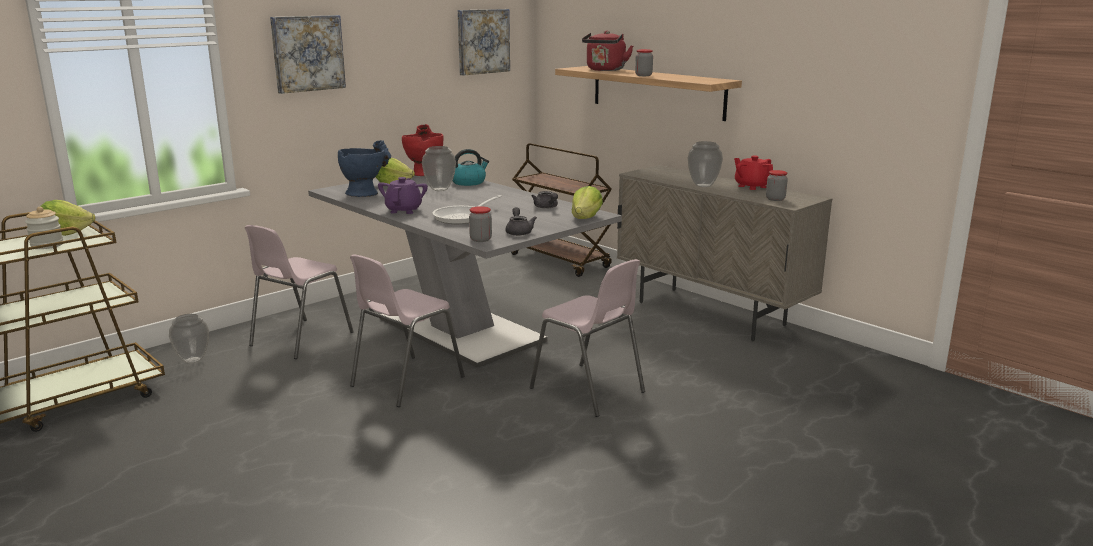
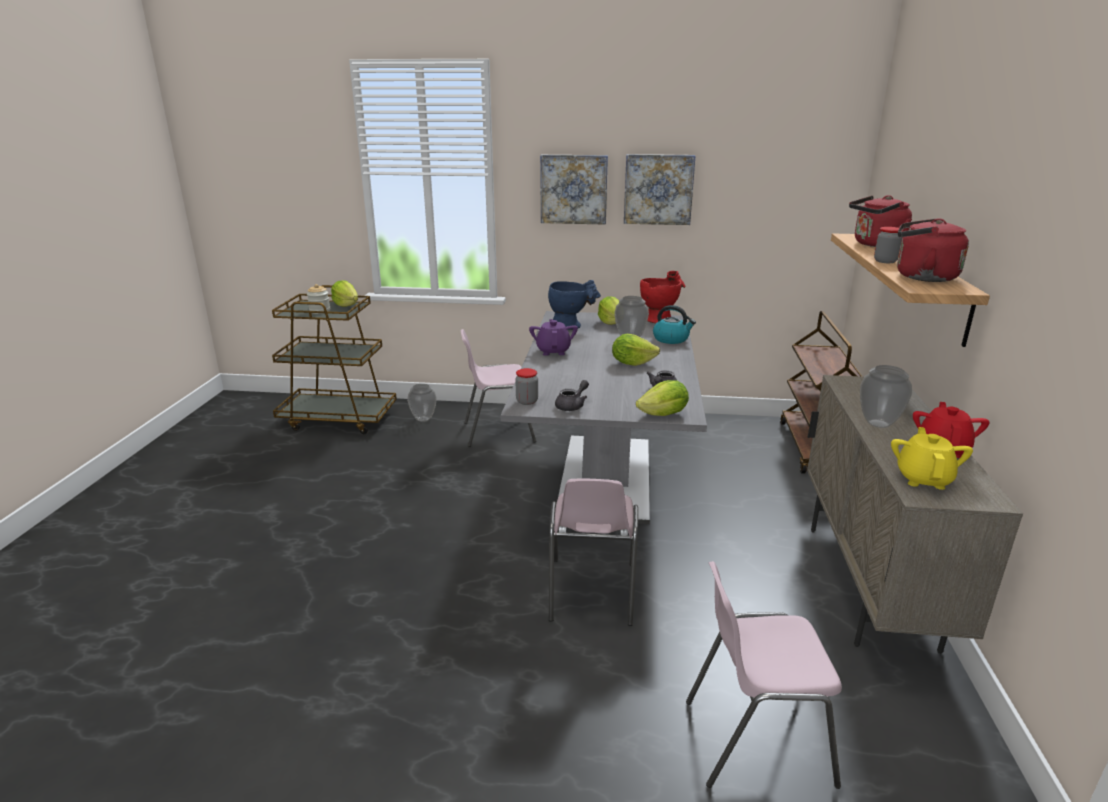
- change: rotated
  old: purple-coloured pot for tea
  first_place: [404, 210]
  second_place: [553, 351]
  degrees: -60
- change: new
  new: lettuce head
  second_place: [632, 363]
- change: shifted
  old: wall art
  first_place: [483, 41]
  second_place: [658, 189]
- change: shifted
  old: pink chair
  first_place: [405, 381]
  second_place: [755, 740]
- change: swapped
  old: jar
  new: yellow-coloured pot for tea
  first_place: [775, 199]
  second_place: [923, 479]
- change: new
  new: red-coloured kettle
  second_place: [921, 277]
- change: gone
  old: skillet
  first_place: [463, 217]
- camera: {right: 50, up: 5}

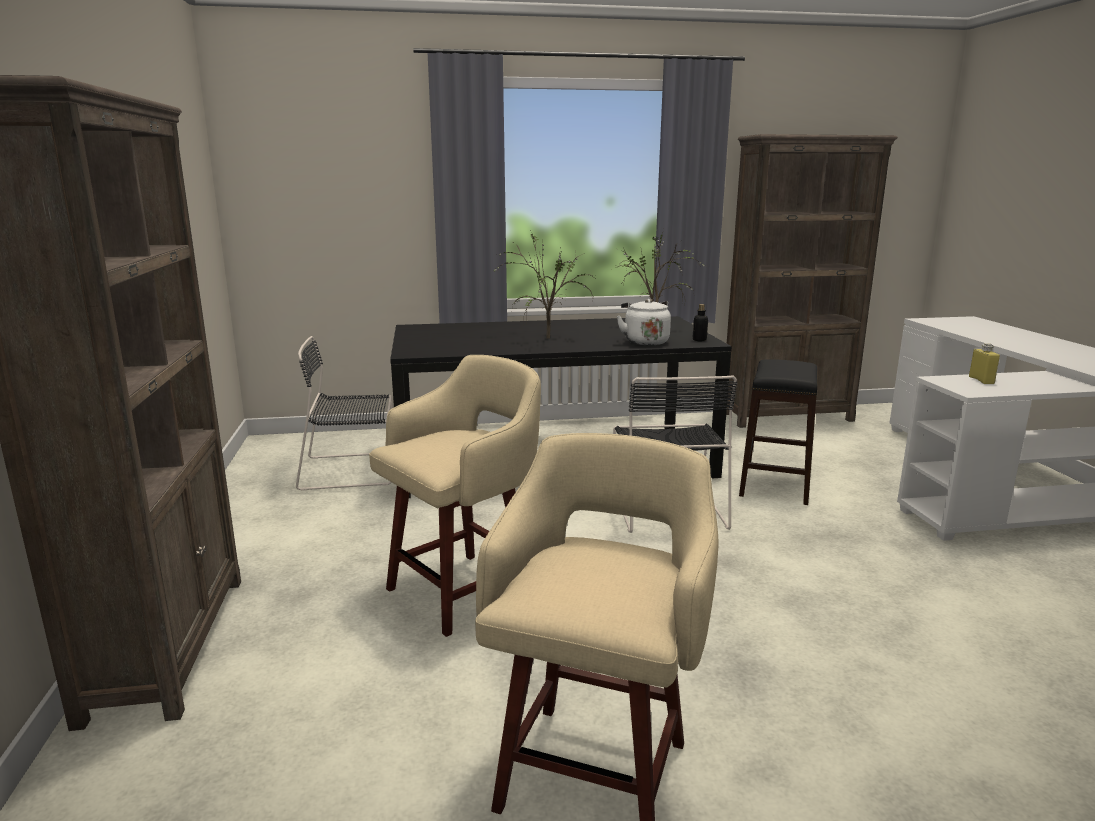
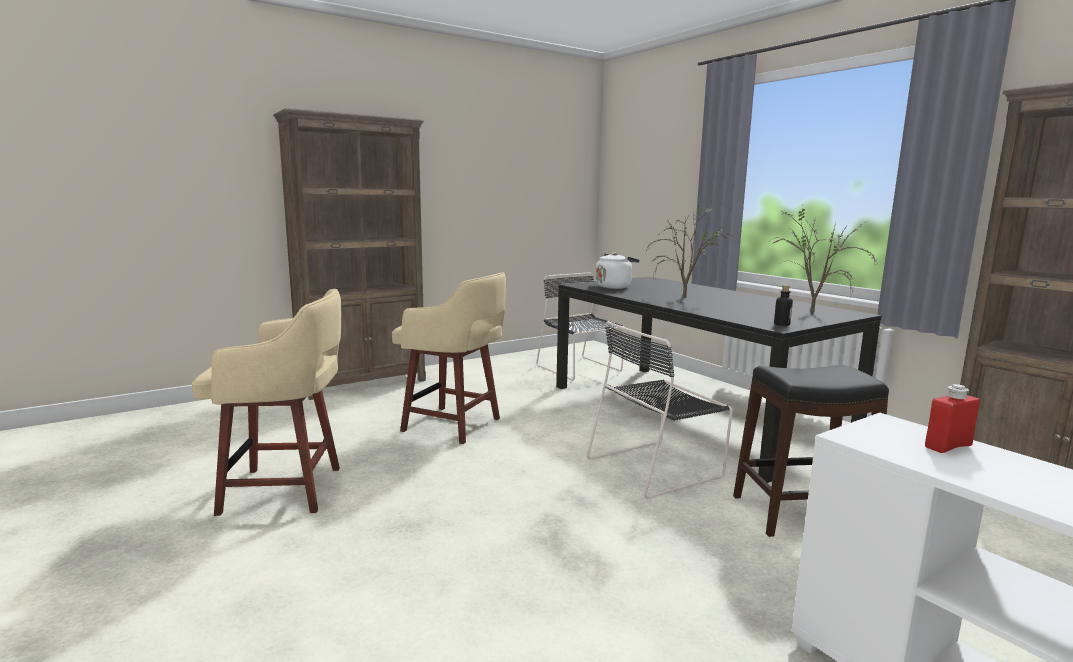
- change: shifted
  old: white kettle
  first_place: [645, 342]
  second_place: [614, 287]
- change: repainted
  old: yellow-coloured drink bottle
  new: red-coloured drink bottle
  first_place: [981, 380]
  second_place: [948, 446]
- camera: {right: 65, up: -5}

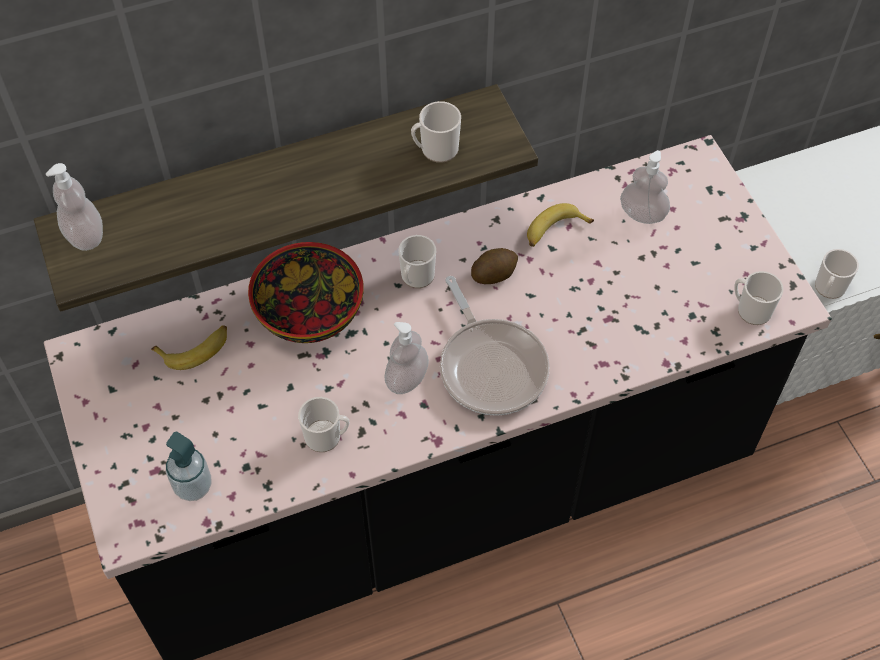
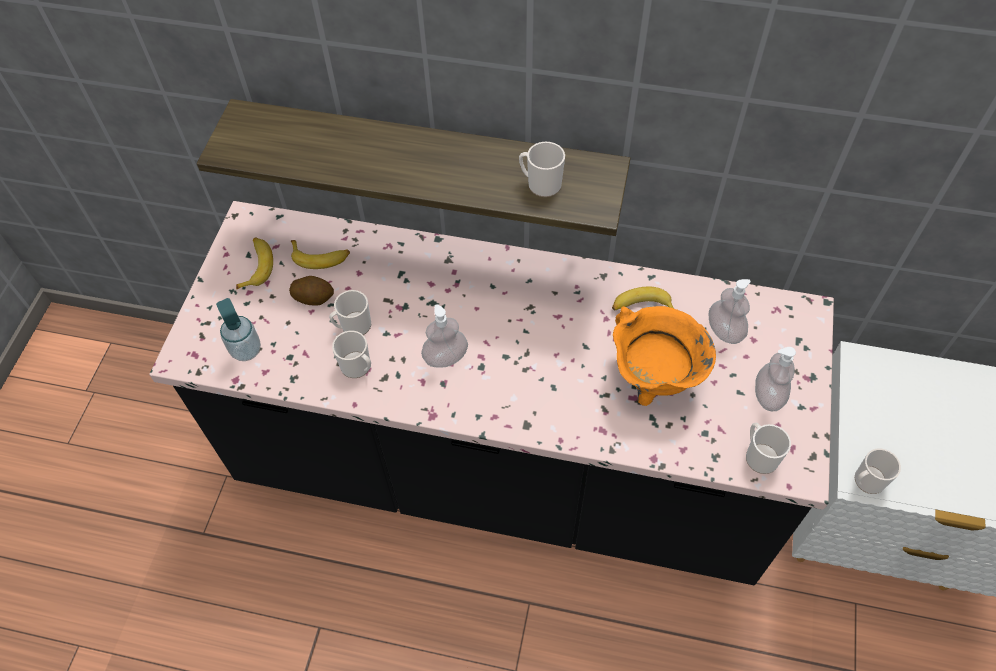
- change: new
  new: banana
  second_place: [256, 266]
- change: shifted
  old: whole potato
  first_place: [494, 274]
  second_place: [314, 297]
- change: shifted
  old: coffee mug
  first_place: [416, 278]
  second_place: [353, 326]
- change: new
  new: orange-coloured stockpot
  second_place: [653, 380]
- change: shifted
  old: soap bottle
  first_place: [85, 235]
  second_place: [768, 395]
- change: gone
  old: serving bowl
  first_place: [308, 311]
- change: gone
  old: skillet
  first_place: [491, 366]
- camera: {right: 35, up: 0}

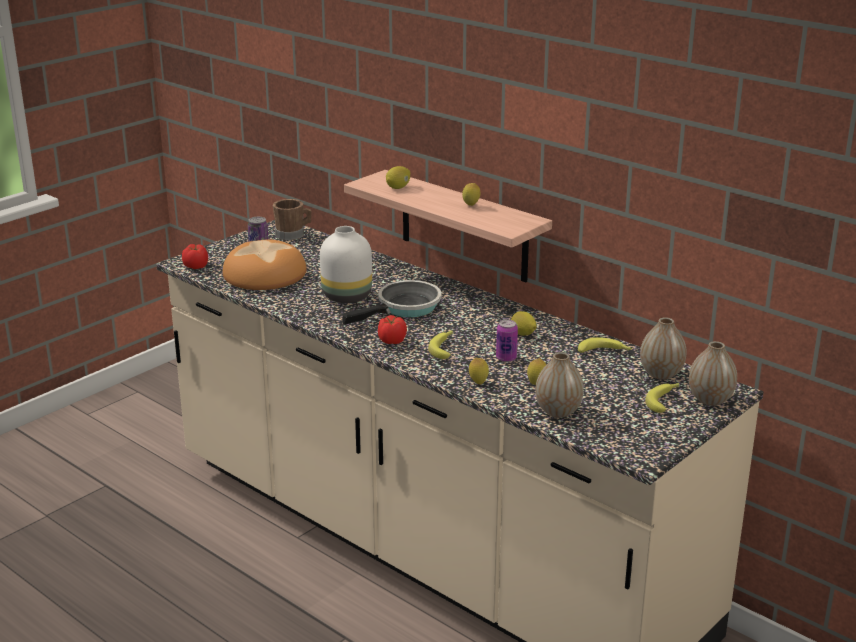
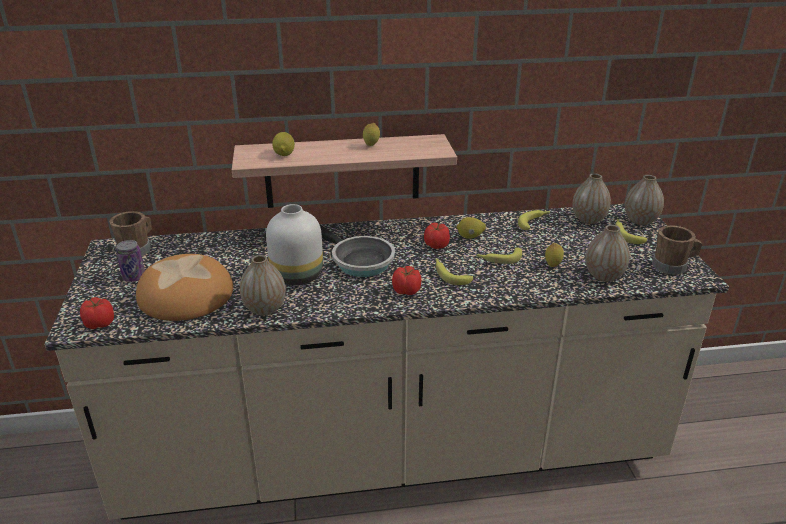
- change: new
  new: flower vase
  second_place: [265, 309]
- change: rotated
  old: skillet
  first_place: [405, 308]
  second_place: [358, 261]
  degrees: 135
- change: new
  new: tomato
  second_place: [436, 246]
- change: swapped
  old: sealed can
  new: banana
  first_place: [506, 358]
  second_place: [499, 259]
- change: new
  new: brown coffee mug
  second_place: [673, 266]
- change: gone
  old: lemon
  first_place: [478, 382]
- camera: {right: -50, up: 5}

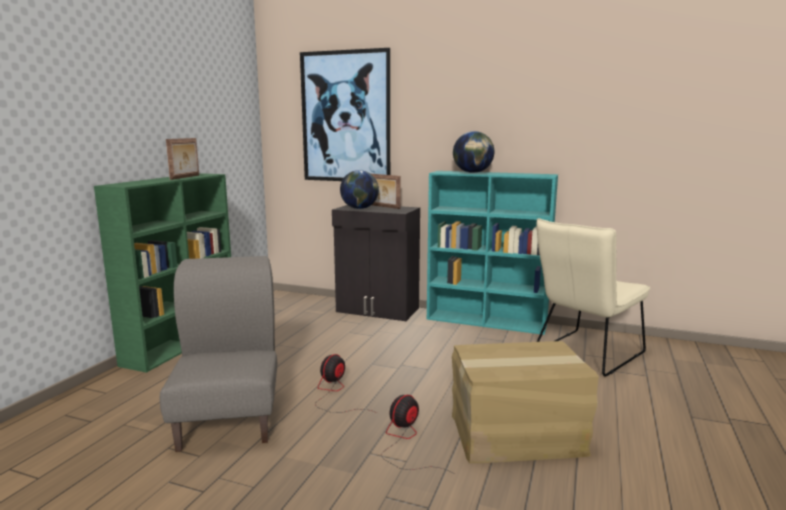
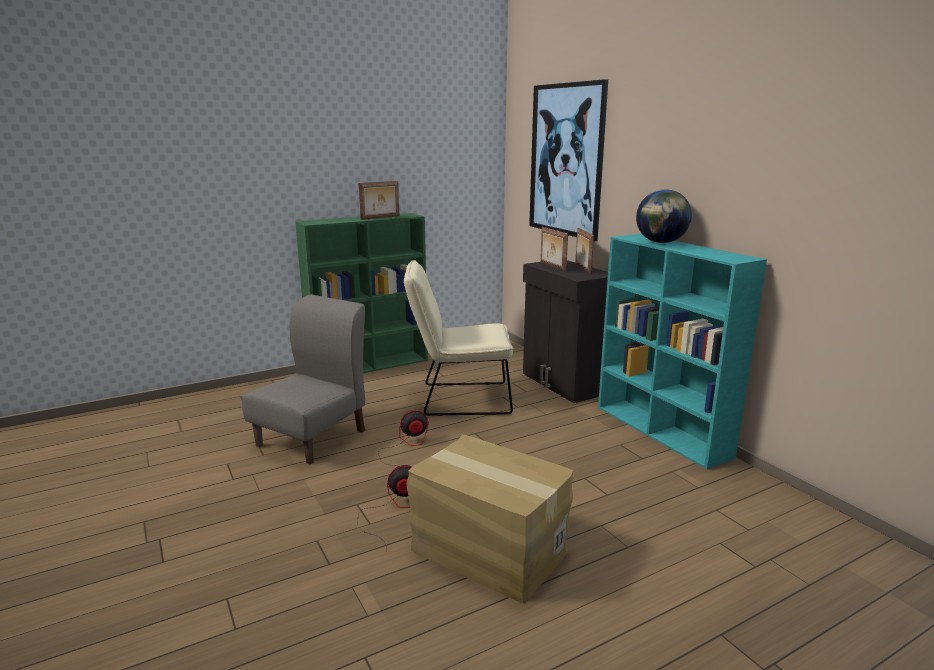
- change: shifted
  old: beige chair
  first_place: [584, 354]
  second_place: [458, 399]
- change: swapped
  old: globe
  new: picture frame
  first_place: [360, 208]
  second_place: [552, 267]
- camera: {right: 40, up: 5}

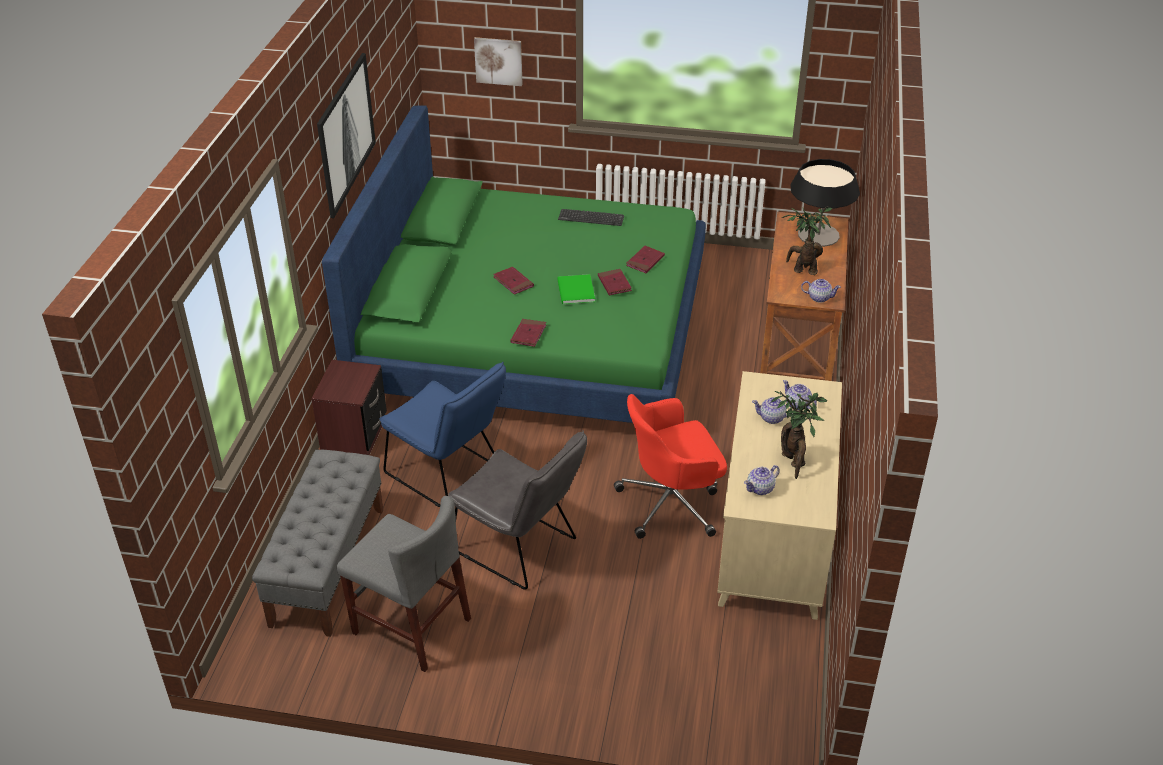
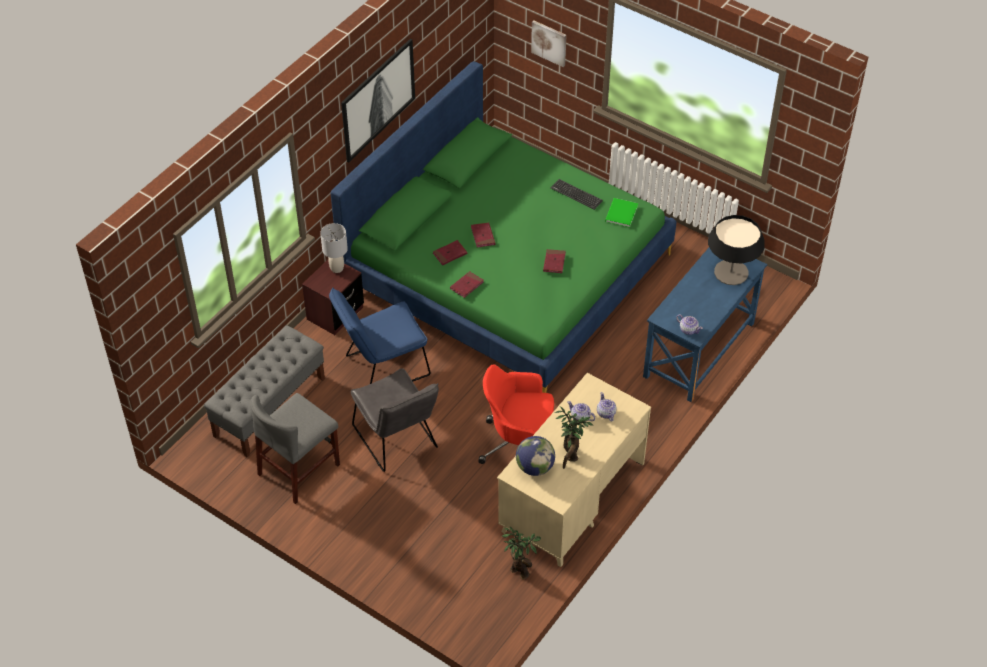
- change: rotated
  old: gray chair
  first_place: [411, 626]
  second_place: [299, 469]
  degrees: 75
- change: new
  new: gray lamp for a table
  second_place: [336, 268]
- change: rotated
  old: blue-coloured chair
  first_place: [449, 475]
  second_place: [382, 367]
  degrees: 90
- change: shifted
  old: red-coloured bound book
  first_place: [645, 261]
  second_place: [450, 254]
- change: shifted
  old: potted plant
  first_place: [802, 270]
  second_place: [518, 570]
- change: swapped
  old: pot for tea
  new: globe
  first_place: [761, 488]
  second_place: [535, 467]
- change: shifted
  old: greenish bound book
  first_place: [575, 291]
  second_place: [620, 214]
- change: repainted
  old: brown desk
  new: blue-coloured desk
  first_place: [798, 346]
  second_place: [699, 350]
- camera: {right: 25, up: 10}

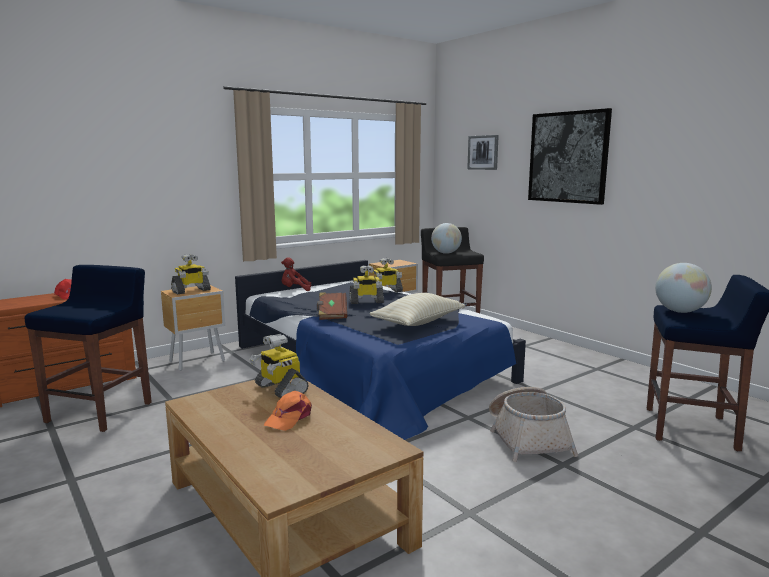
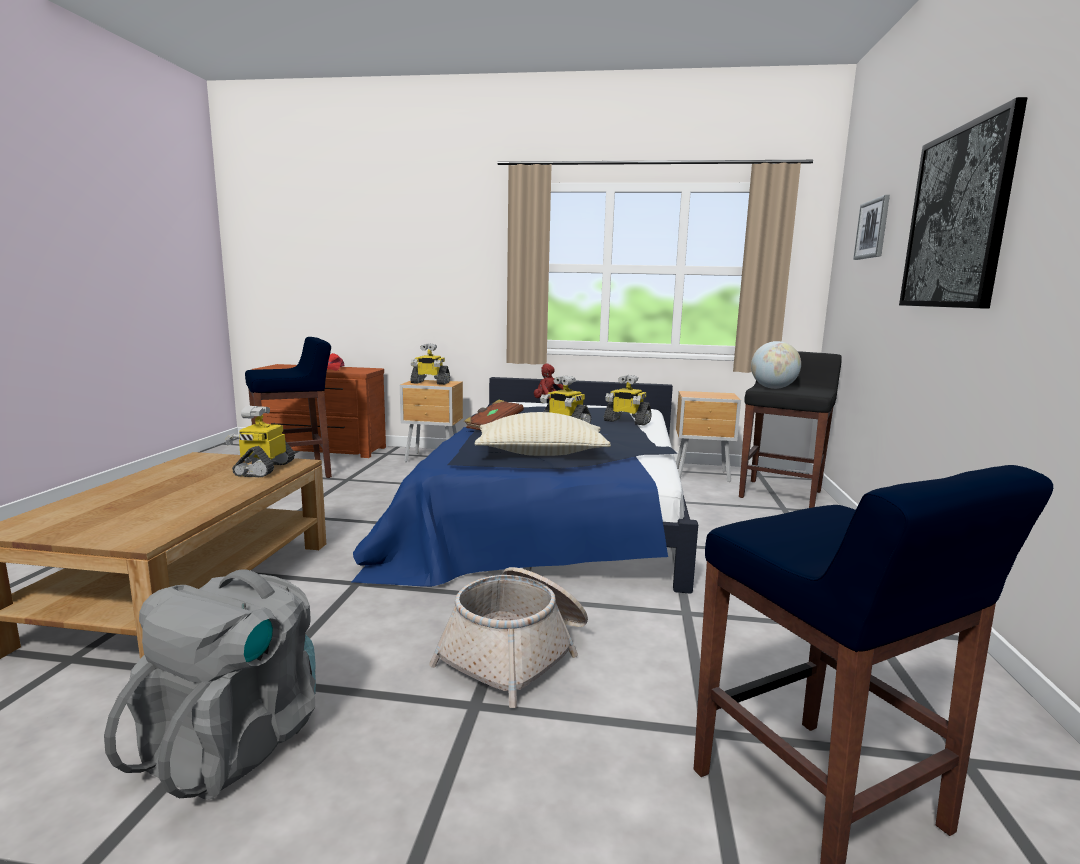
- change: new
  new: gray rucksack
  second_place: [236, 741]
- change: gone
  old: orange-coloured cap
  first_place: [289, 418]
- change: gone
  old: globe
  first_place: [680, 311]
- camera: {right: 45, up: 0}

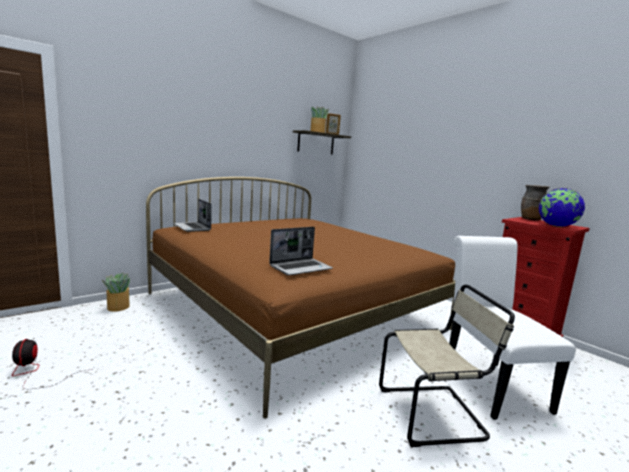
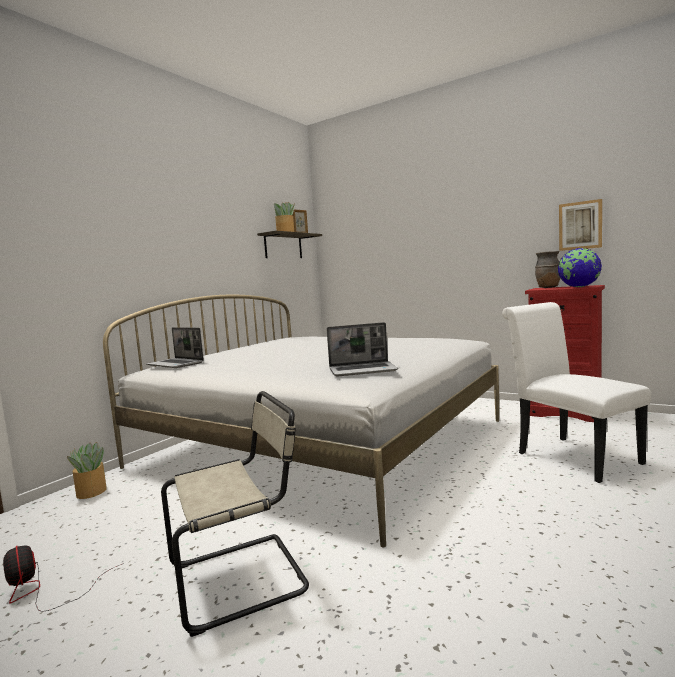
- change: repainted
  old: brown bed
  new: white bed
  first_place: [293, 310]
  second_place: [321, 443]
- change: shifted
  old: beige chair
  first_place: [434, 413]
  second_place: [243, 578]
- change: rotated
  old: notebook computer
  first_place: [301, 268]
  second_place: [363, 370]
  degrees: 45
- change: new
  new: wall art
  second_place: [580, 225]
- camera: {right: -15, up: -5}

